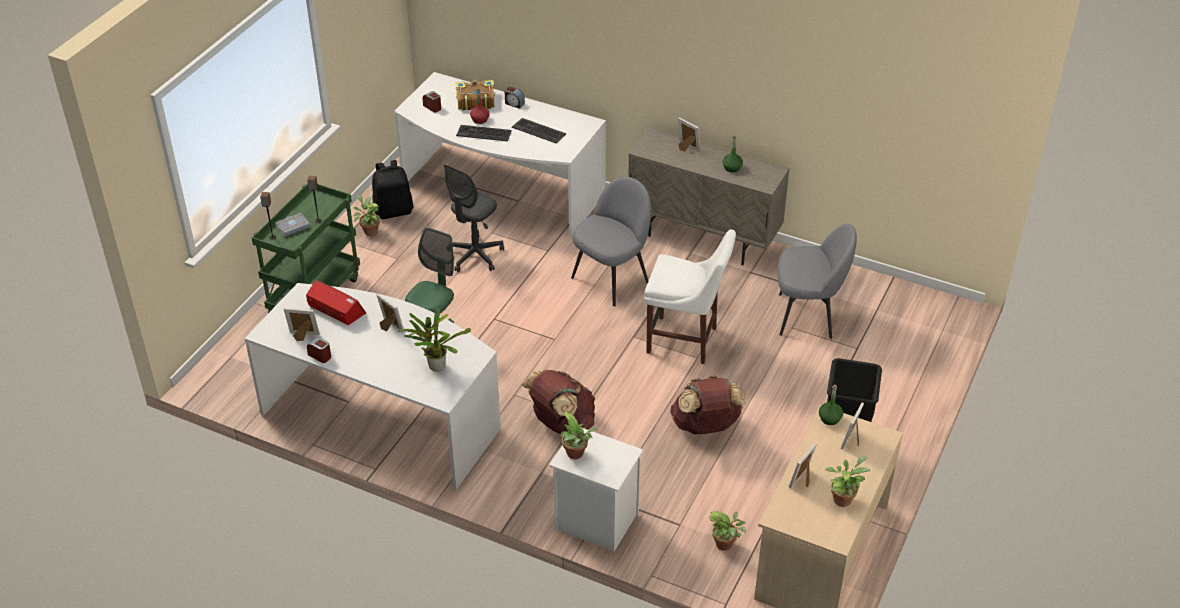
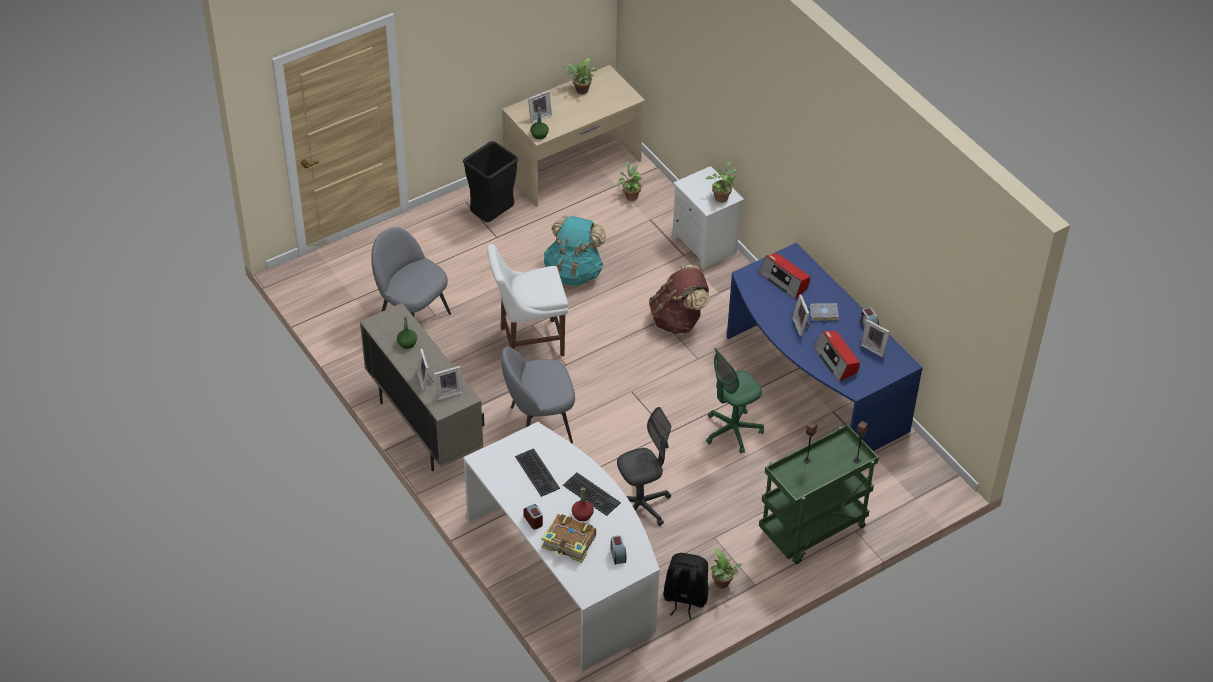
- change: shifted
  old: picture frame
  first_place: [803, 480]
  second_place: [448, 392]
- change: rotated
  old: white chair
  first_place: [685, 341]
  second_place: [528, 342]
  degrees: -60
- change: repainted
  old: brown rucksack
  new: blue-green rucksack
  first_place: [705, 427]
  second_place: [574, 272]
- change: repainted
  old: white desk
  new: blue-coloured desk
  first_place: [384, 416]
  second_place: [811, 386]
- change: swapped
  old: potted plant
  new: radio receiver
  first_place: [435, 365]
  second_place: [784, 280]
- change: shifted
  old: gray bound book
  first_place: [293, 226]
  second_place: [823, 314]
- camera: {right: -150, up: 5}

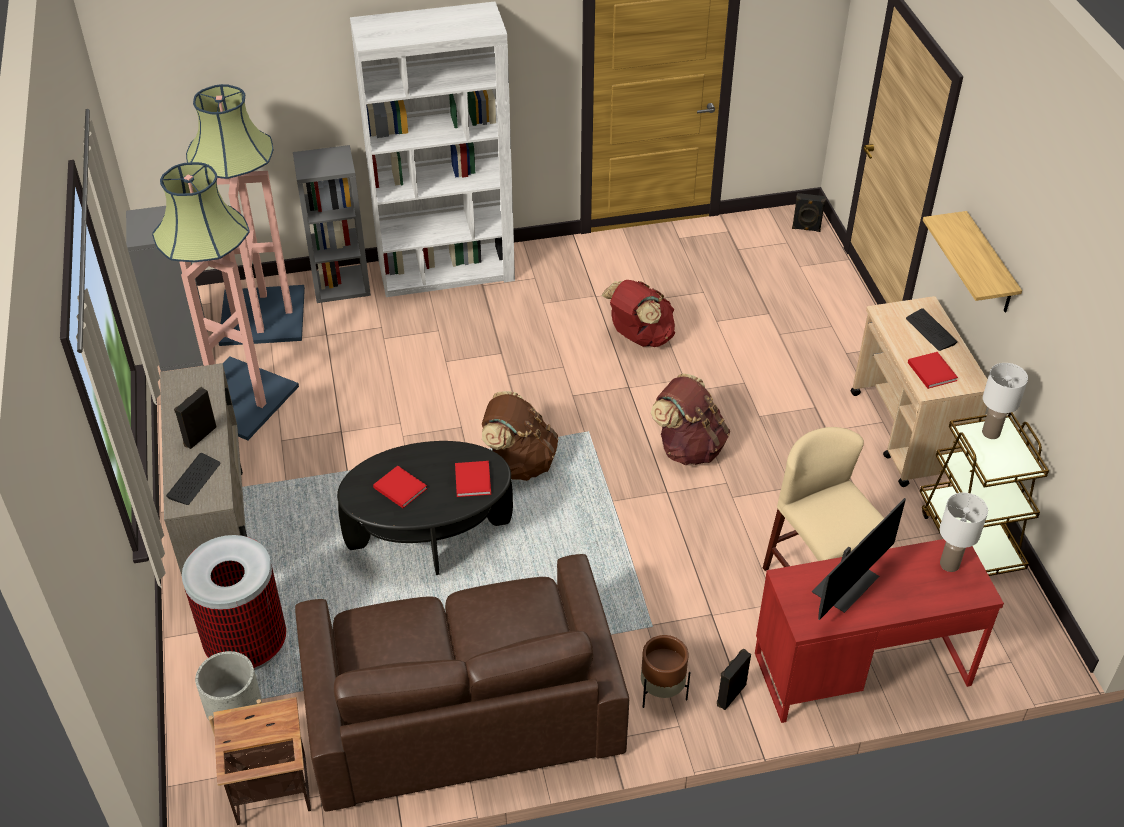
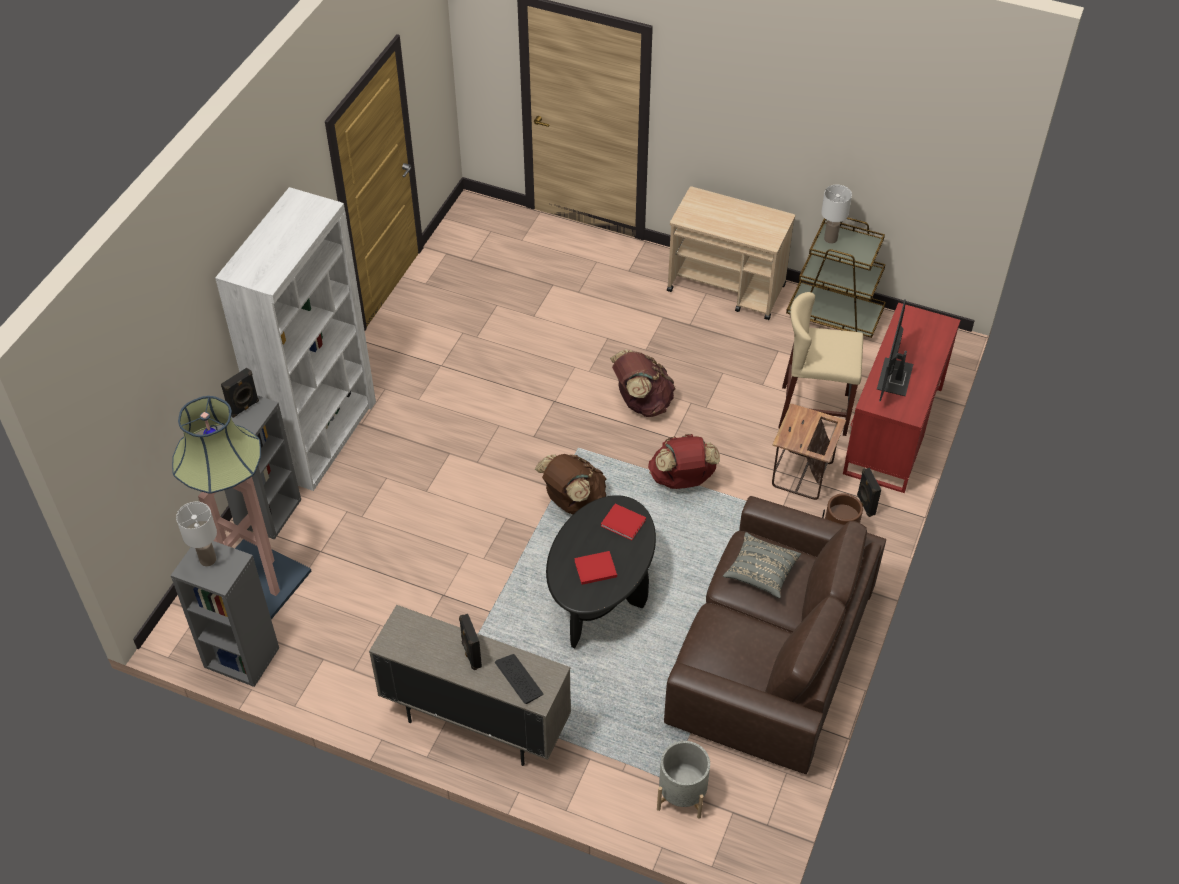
- change: shifted
  old: white lamp for a table
  first_place: [950, 565]
  second_place: [208, 559]
- change: shifted
  old: black speaker
  first_place: [806, 229]
  second_place: [244, 408]
- change: shifted
  old: red-coloured rucksack
  first_place: [639, 337]
  second_place: [682, 480]
- change: new
  new: gray cushion
  second_place: [761, 572]
- change: shifted
  old: side table
  first_place: [270, 790]
  second_place: [801, 476]
- change: rotated
  old: computer screen
  first_place: [845, 584]
  second_place: [894, 378]
  degrees: -150
- change: gone
  old: floor lamp
  first_place: [238, 399]
- change: gone
  old: waste bin
  first_place: [247, 646]
- change: gone
  old: computer keyboard
  first_place: [930, 331]
- change: gone
  old: red-coloured bound book
  first_place: [931, 370]
- change: gone
  old: wall shelf
  first_place: [989, 265]
- camera: {right: -55, up: 5}

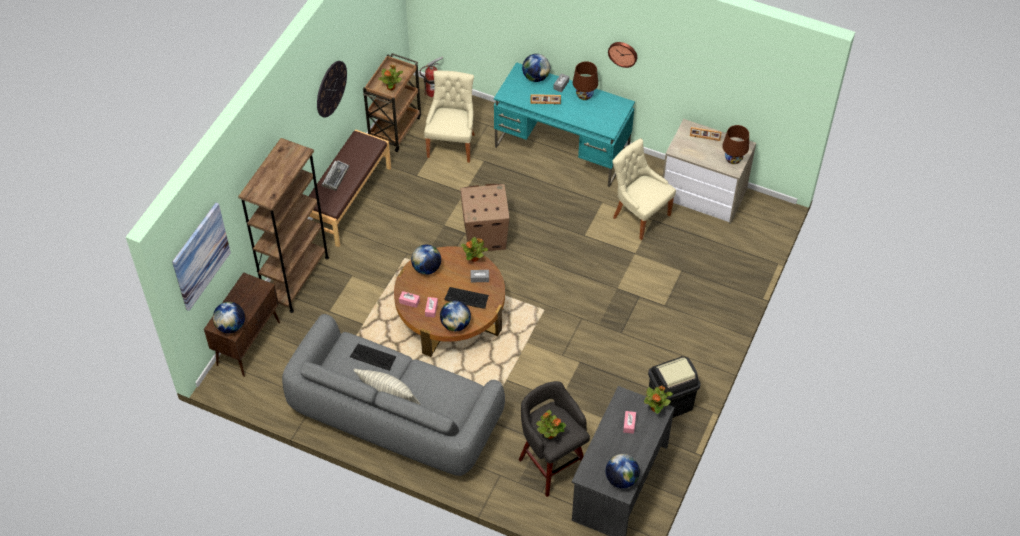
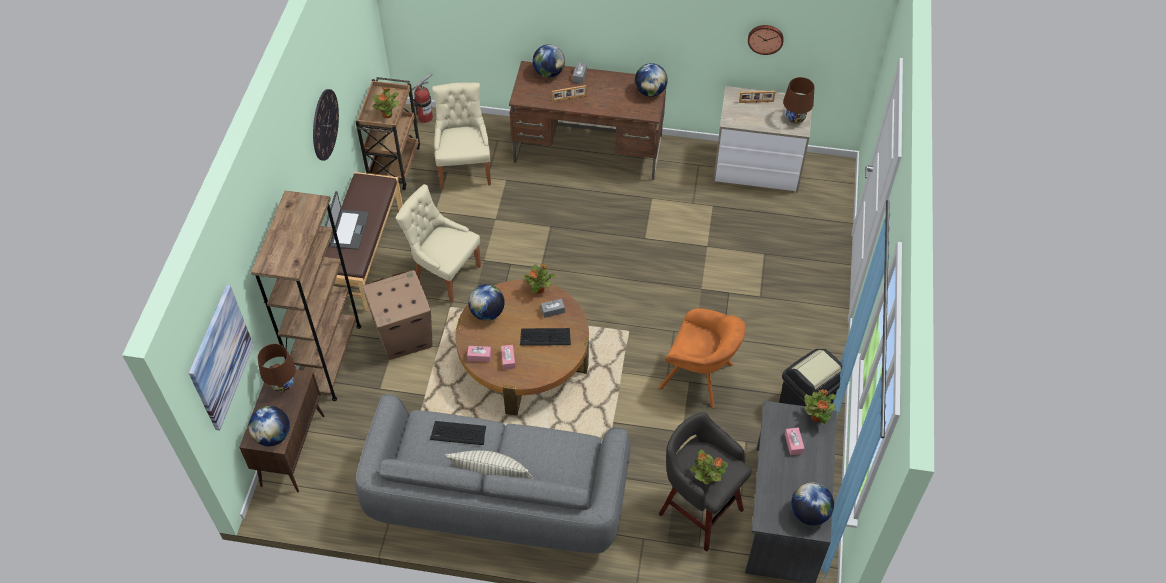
- change: shifted
  old: brown lamp for a table
  first_place: [584, 95]
  second_place: [282, 384]
- change: swapped
  old: computer keyboard
  new: notebook computer
  first_place: [335, 177]
  second_place: [348, 229]
- change: shifted
  old: cardboard box
  first_place: [484, 236]
  second_place: [403, 336]
- change: shifted
  old: beige chair
  first_place: [639, 215]
  second_place: [444, 274]
- change: repainted
  old: blue-green desk
  new: brown desk
  first_place: [562, 149]
  second_place: [589, 150]
- change: shifted
  old: globe
  first_place: [455, 324]
  second_place: [650, 92]
- change: new
  new: orange-coloured lounge chair
  second_place: [700, 378]
- change: shifted
  old: wall clock
  first_place: [623, 53]
  second_place: [765, 38]
- camera: {right: -15, up: 0}

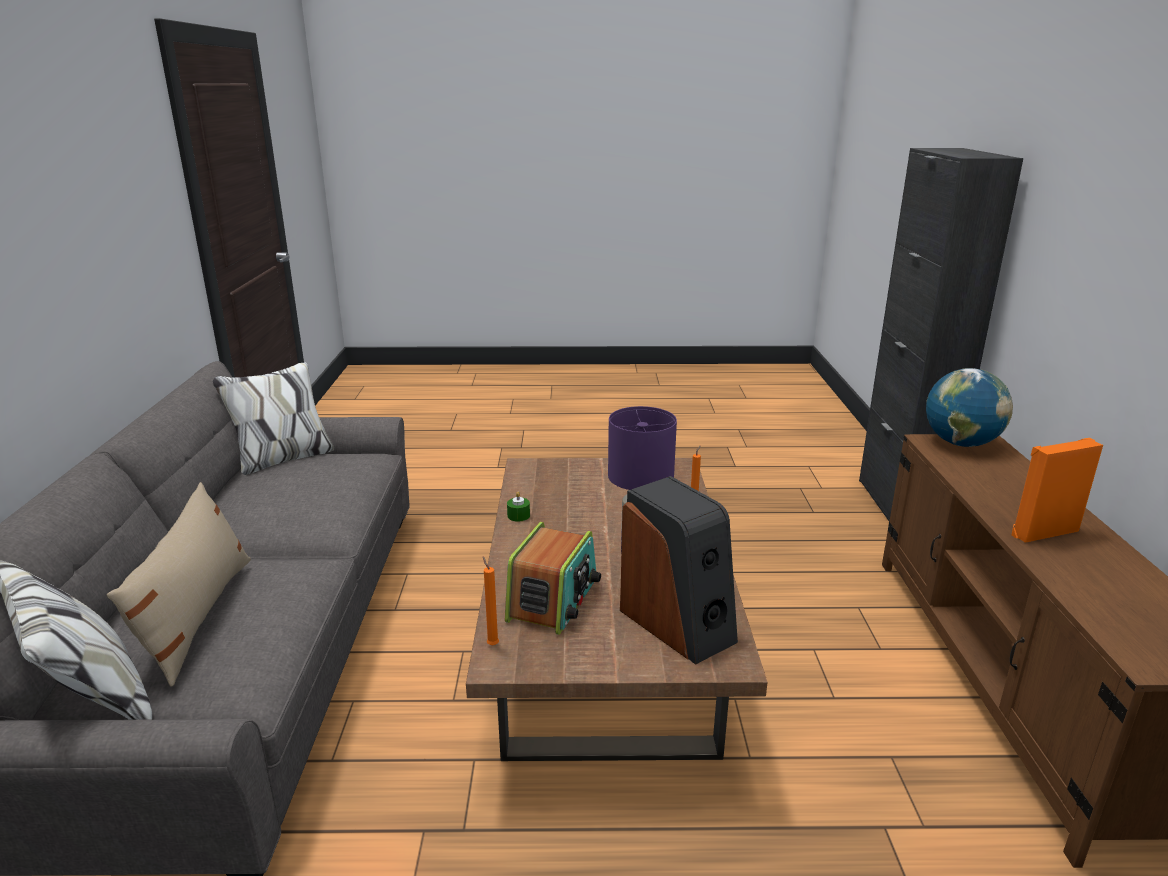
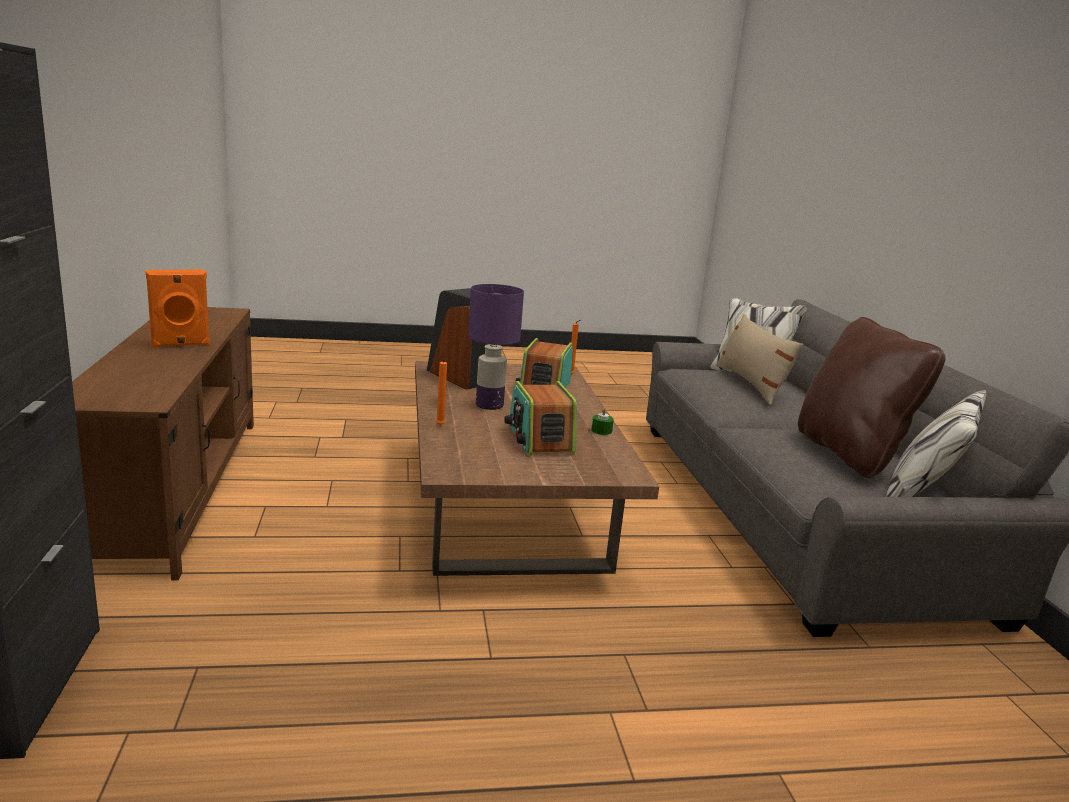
- change: new
  new: radio receiver
  second_place: [539, 439]
- change: new
  new: brown cushion
  second_place: [850, 454]
- change: gone
  old: globe
  first_place: [960, 443]
- camera: {right: 170, up: -5}

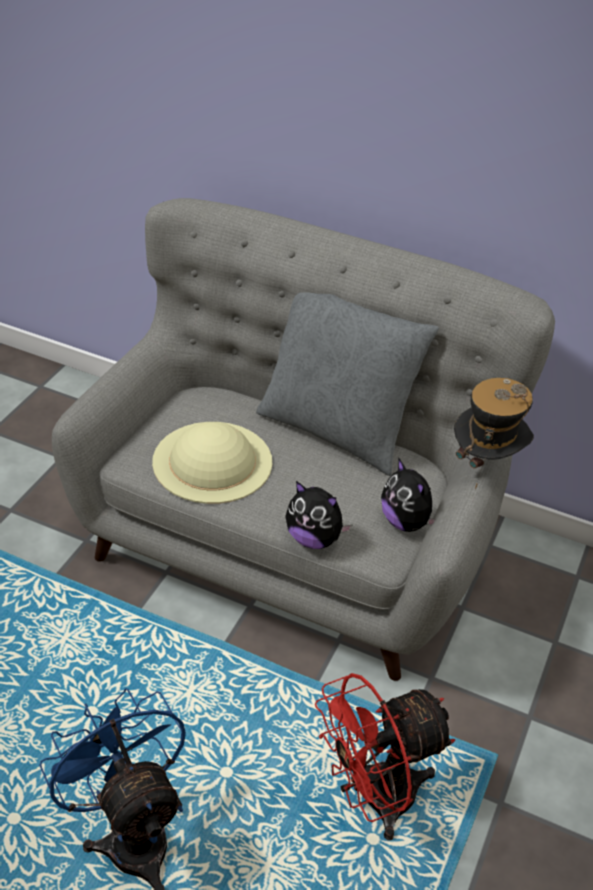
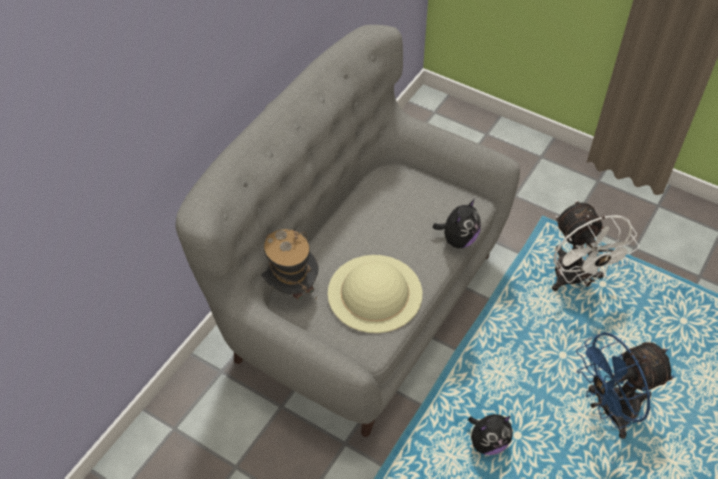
- change: shifted
  old: hat
  first_place: [485, 464]
  second_place: [290, 287]
- change: shifted
  old: cuddly toy
  first_place: [406, 522]
  second_place: [488, 442]
- change: repainted
  old: red-coloured fan
  new: white fan
  first_place: [374, 799]
  second_place: [575, 280]
- change: gone
  old: gray cushion
  first_place: [336, 430]
- camera: {right: -80, up: 10}

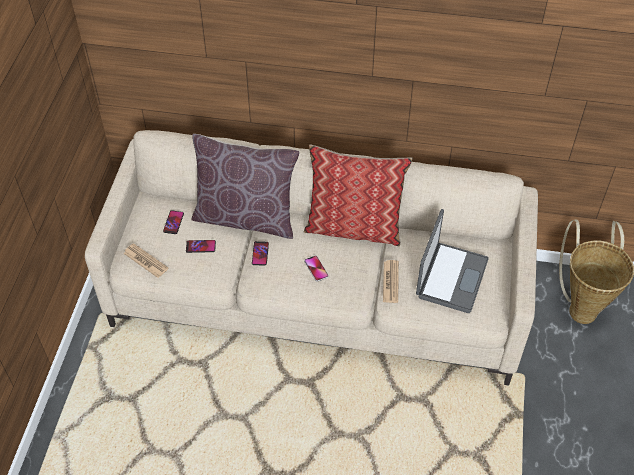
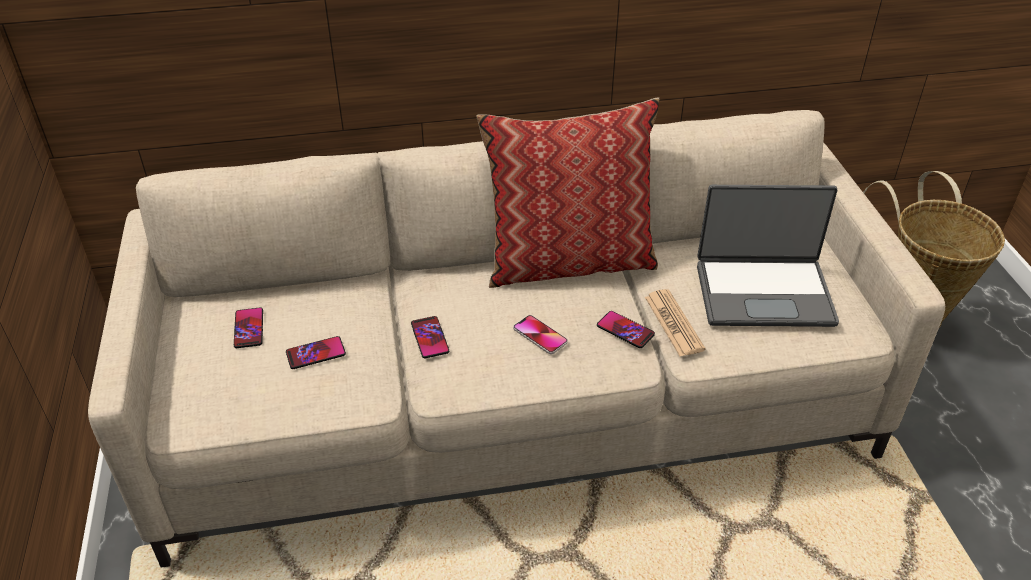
- change: new
  new: handset
  second_place: [625, 330]
- change: rotated
  old: notebook computer
  first_place: [450, 277]
  second_place: [763, 292]
  degrees: 90
- change: gone
  old: daily paper
  first_place: [145, 261]
- change: gone
  old: brown cushion
  first_place: [246, 217]
- camera: {right: -20, up: -10}

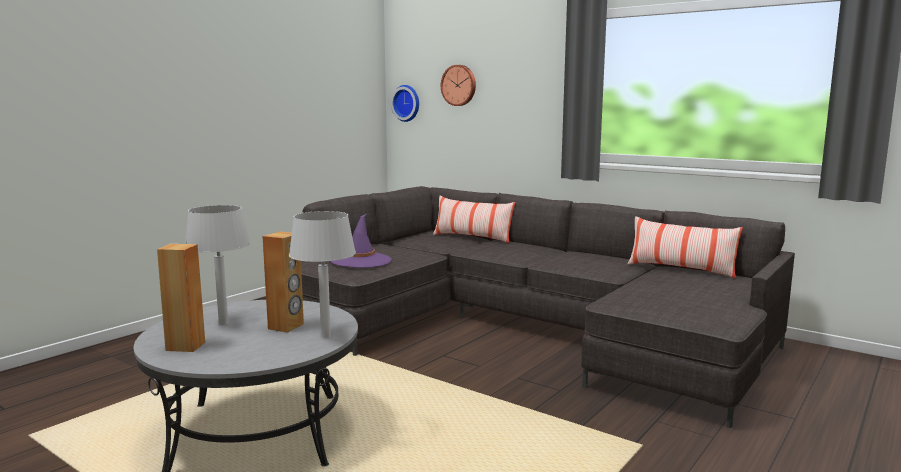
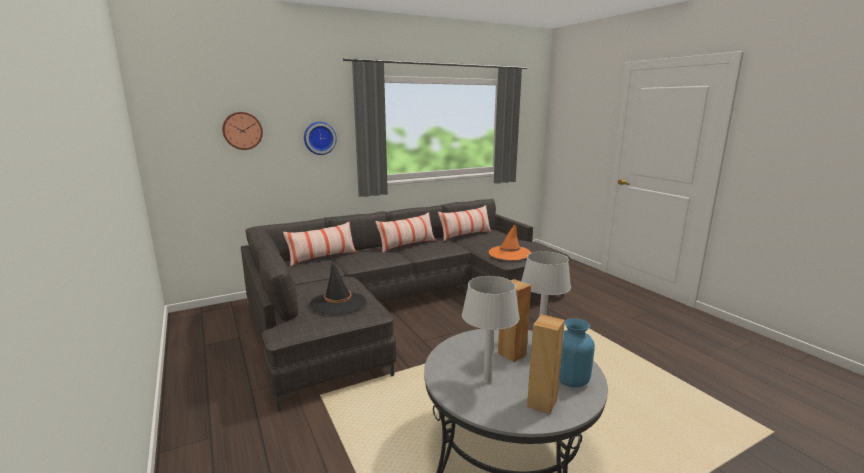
- change: shifted
  old: wall clock
  first_place: [407, 103]
  second_place: [319, 138]
- change: repainted
  old: purple-coloured hat
  new: black hat
  first_place: [360, 260]
  second_place: [338, 303]
- change: new
  new: cushion
  second_place: [407, 245]
- change: new
  new: orange-coloured hat
  second_place: [509, 253]
- change: new
  new: blue-coloured flower vase
  second_place: [571, 380]
- camera: {right: -65, up: 5}

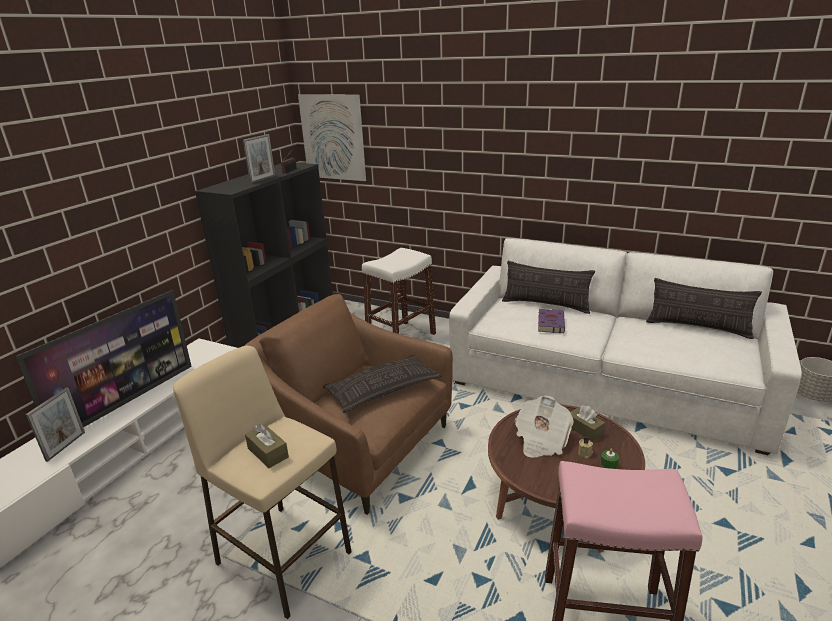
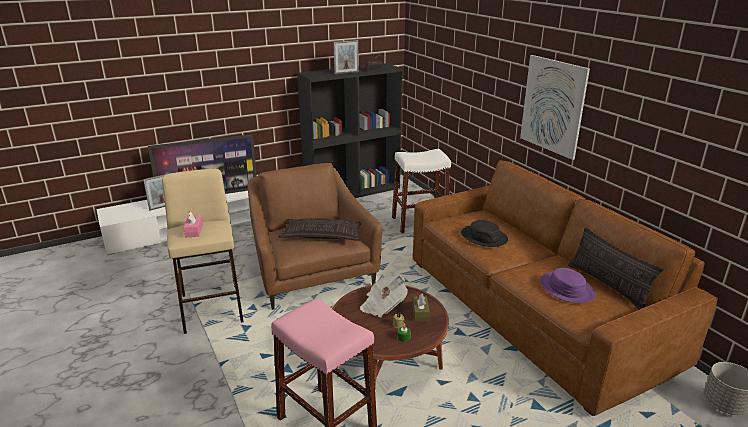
- change: repainted
  old: brown box of tissues
  new: pink box of tissues
  first_place: [268, 453]
  second_place: [194, 231]
- change: repainted
  old: white sofa
  new: brown sofa
  first_place: [606, 382]
  second_place: [533, 310]
- change: swapped
  old: purple-coloured bound book
  new: black hat
  first_place: [550, 323]
  second_place: [484, 237]
- change: shifted
  old: wall art
  first_place: [333, 137]
  second_place: [552, 106]
- change: new
  new: purple-coloured hat
  second_place: [566, 288]
- change: gone
  old: cushion
  first_place: [546, 305]
- camera: {right: 35, up: 0}

